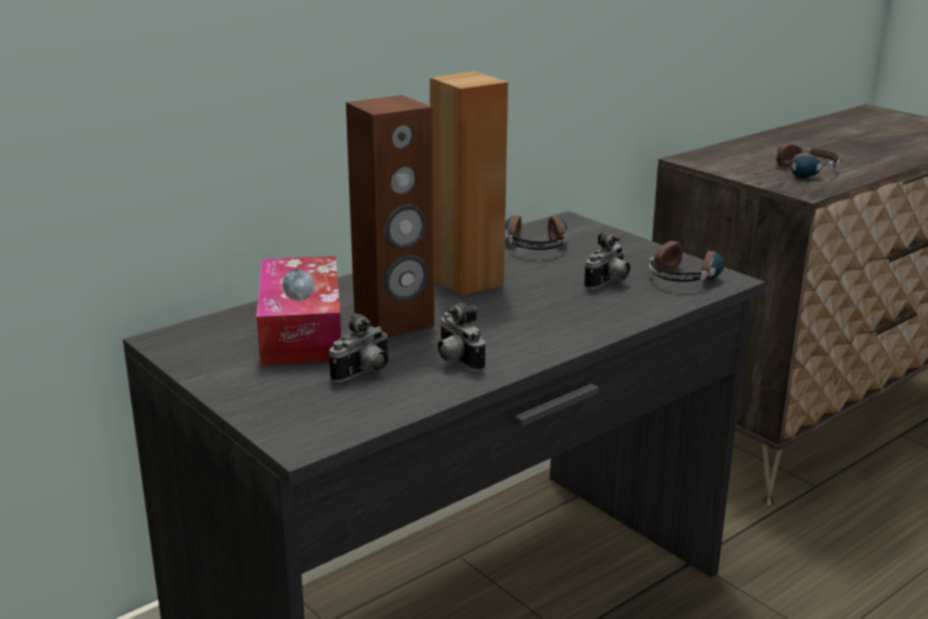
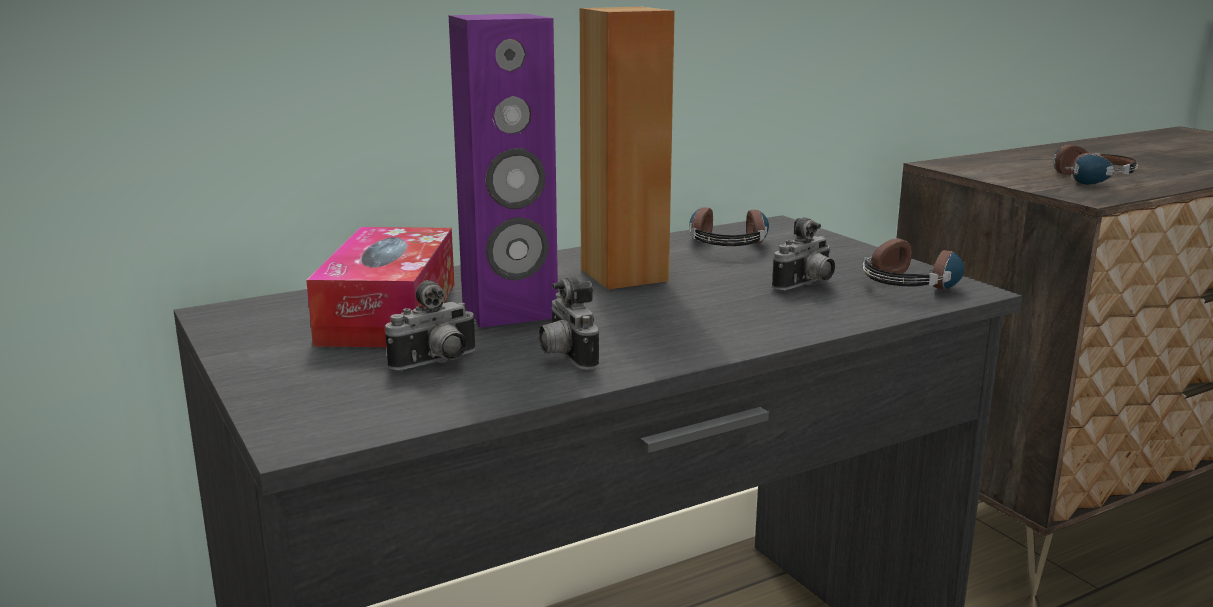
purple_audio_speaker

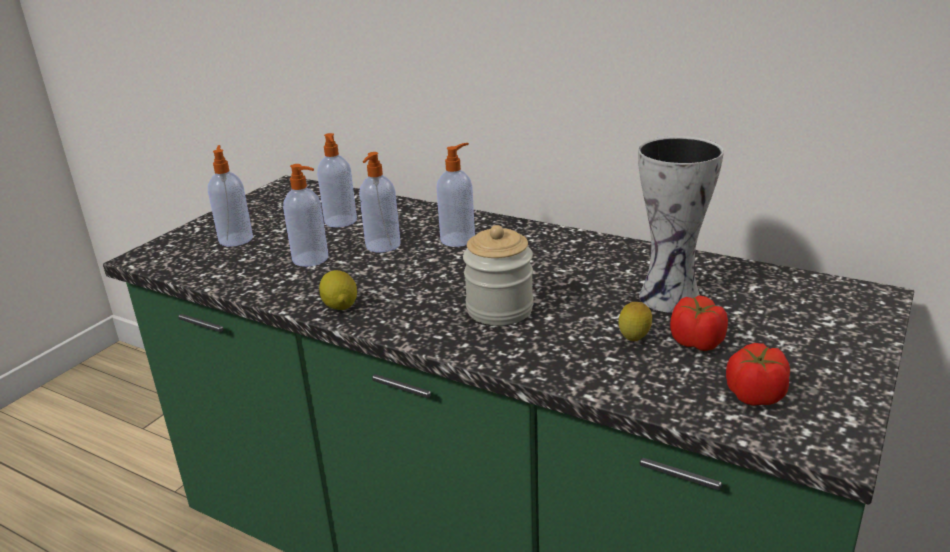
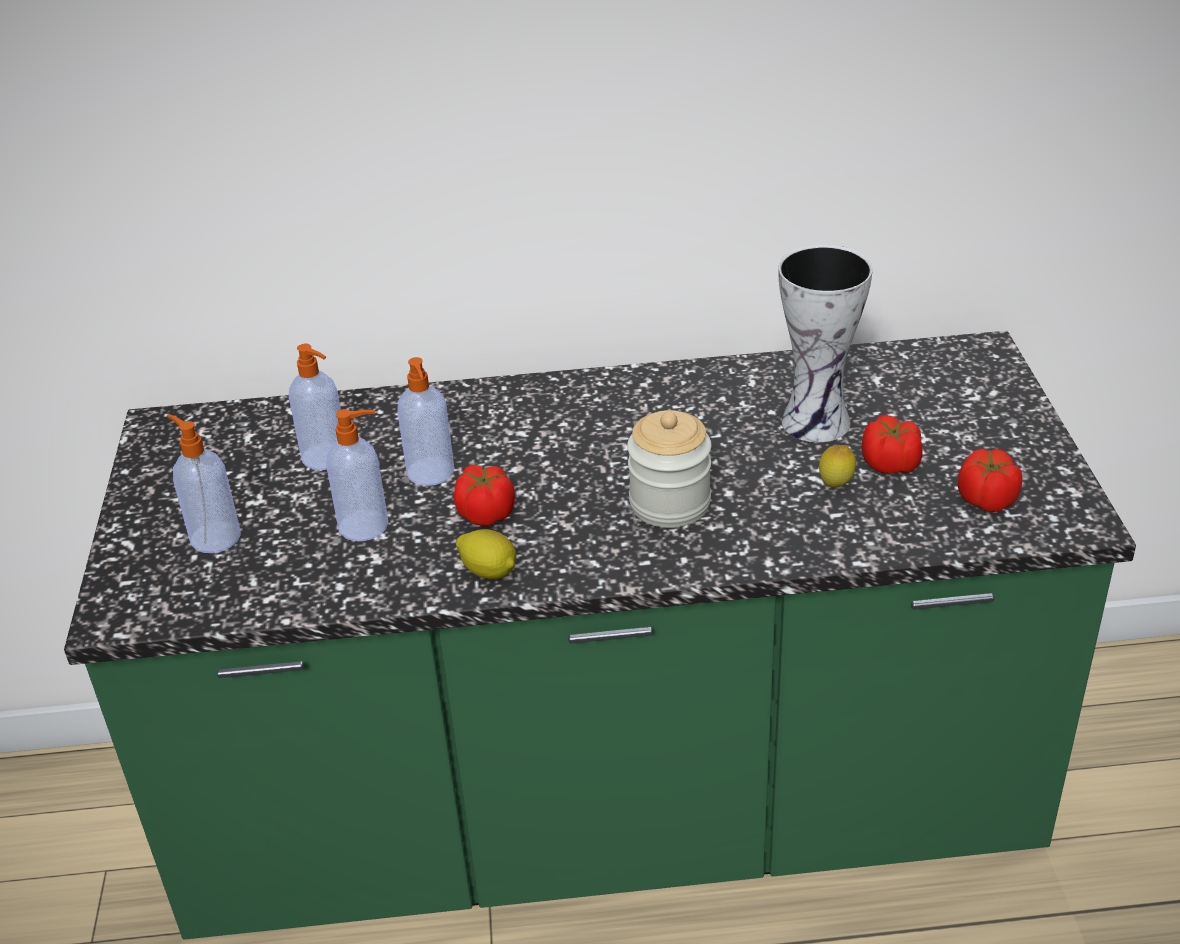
liquid_soap_bottle (5th from left in the first image)
tomato (1st from left)

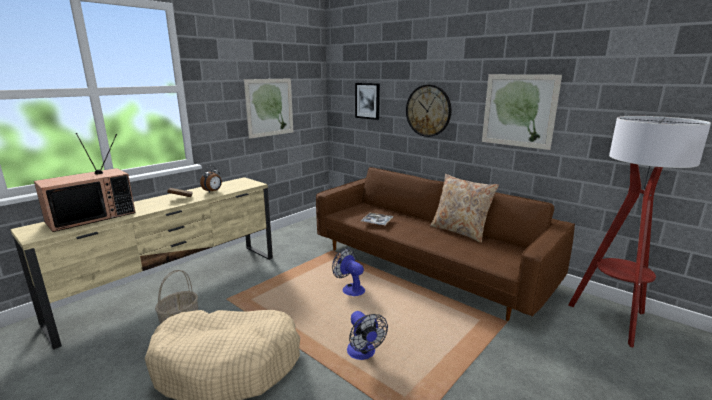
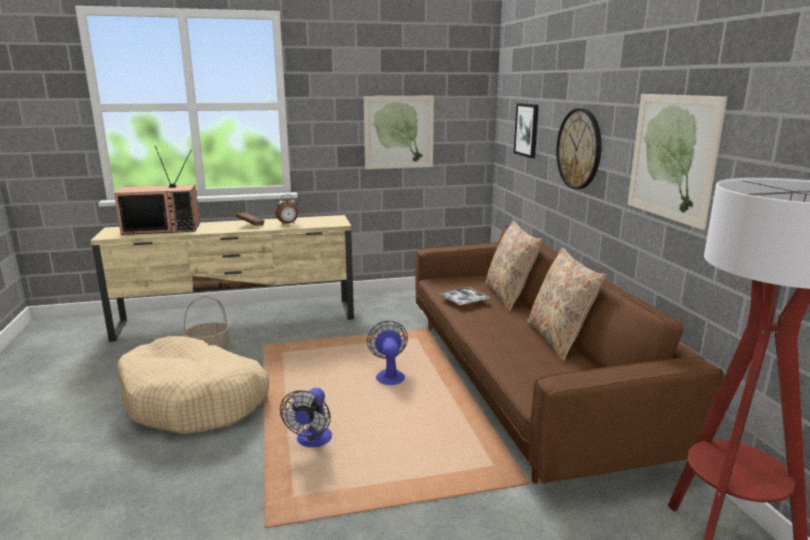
sand-coloured_pillow (1st from left)

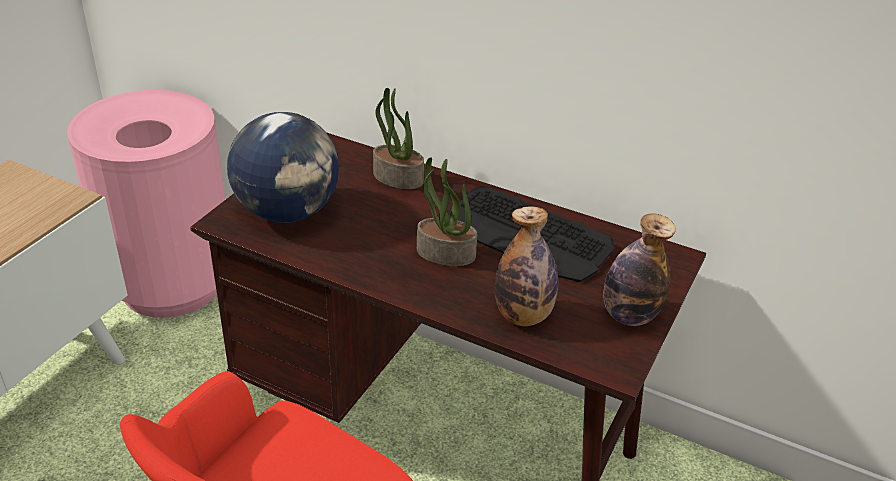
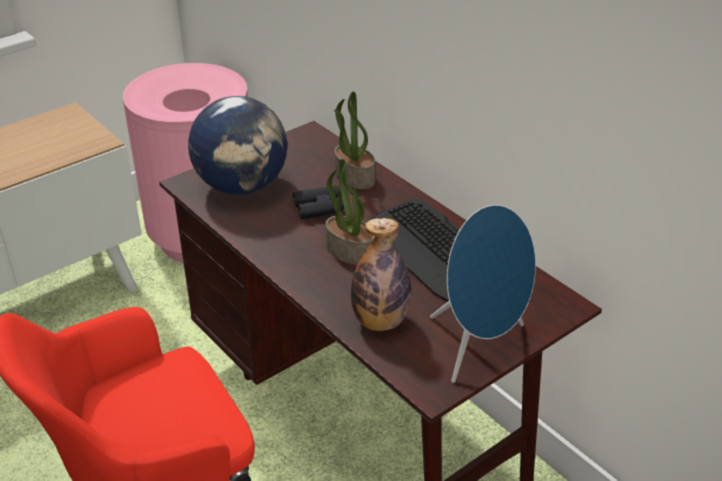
blue_audio_speaker
blackish_pair_of_binoculars

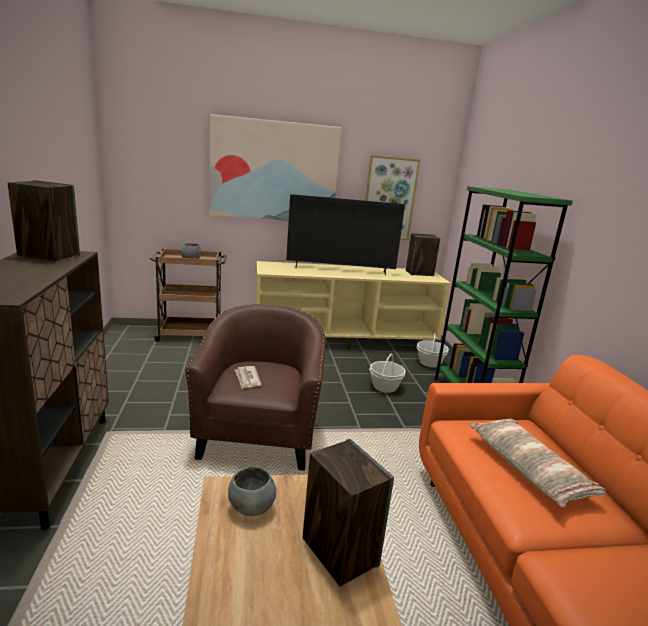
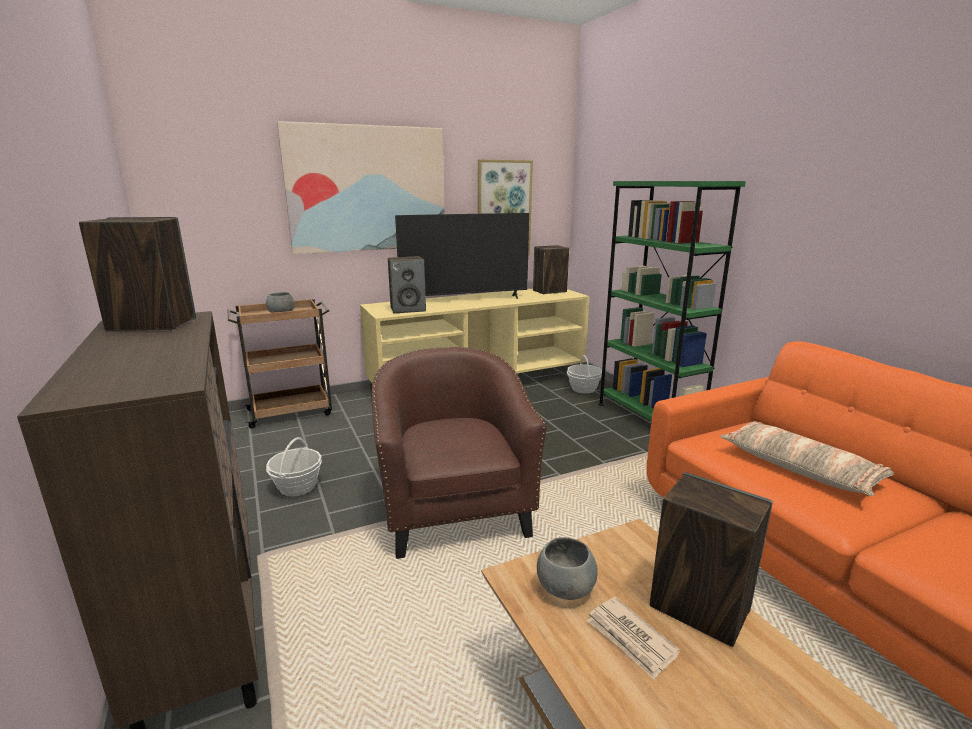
newspaper
basket (1st from left)
audio_speaker (2nd from left)

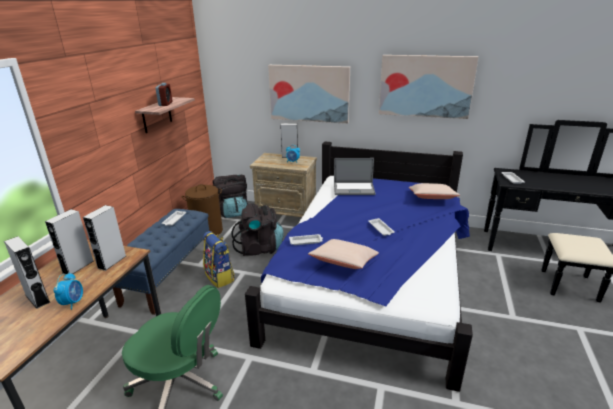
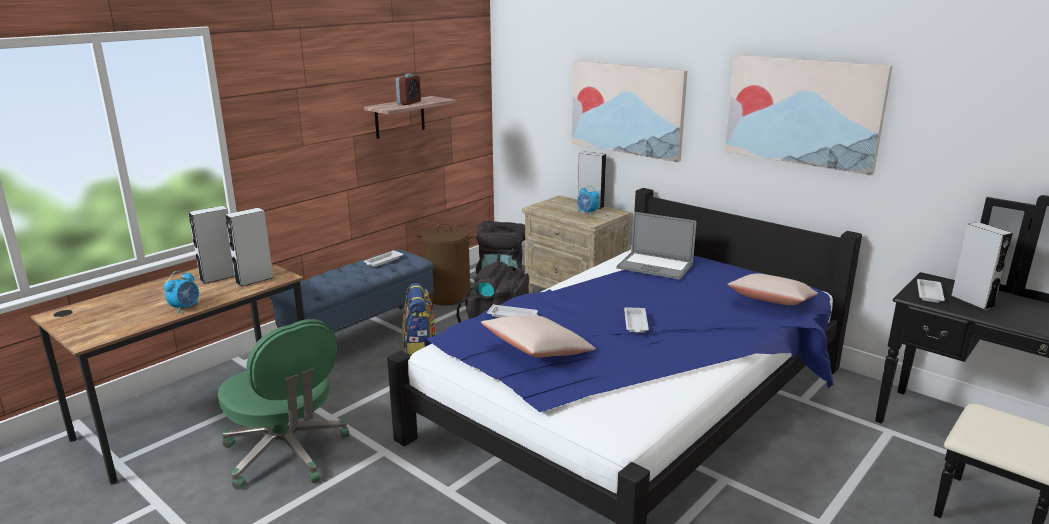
gray_audio_speaker (4th from left)

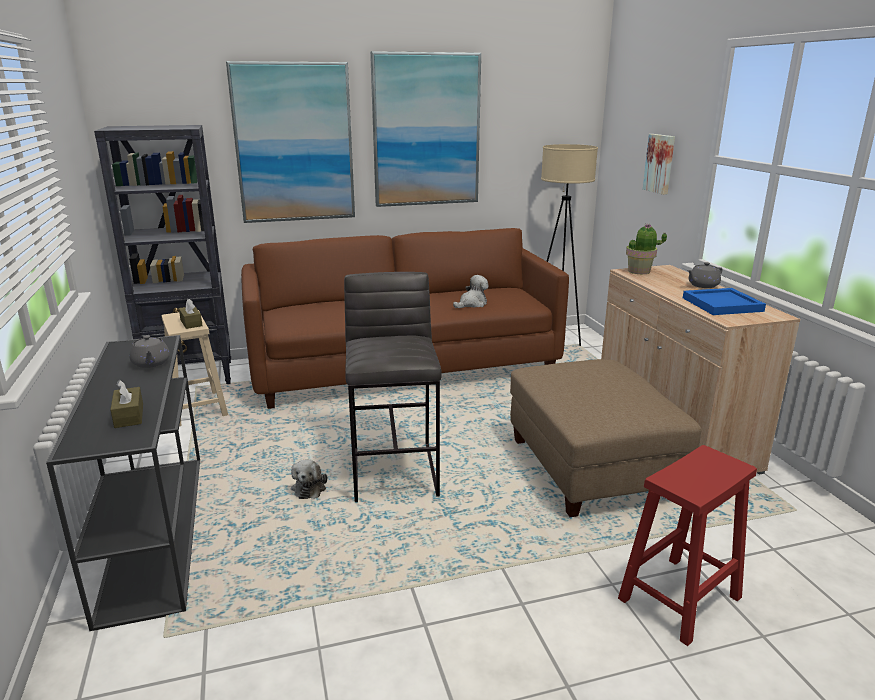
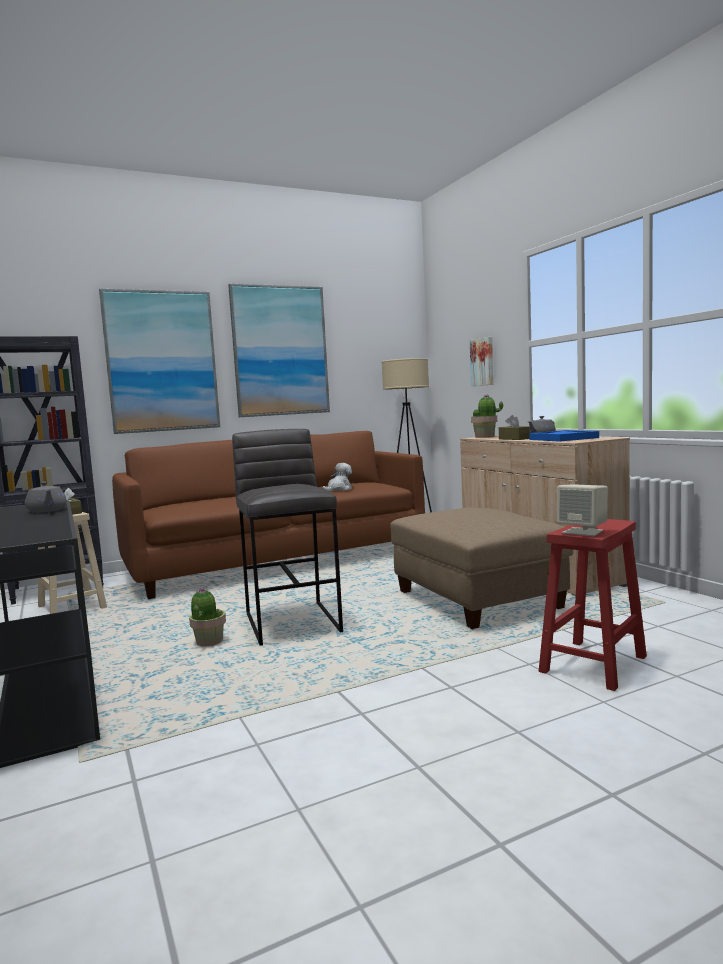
brown_tissue_box (2nd from left)
potted_plant (1st from left)
sand-coloured_audio_speaker

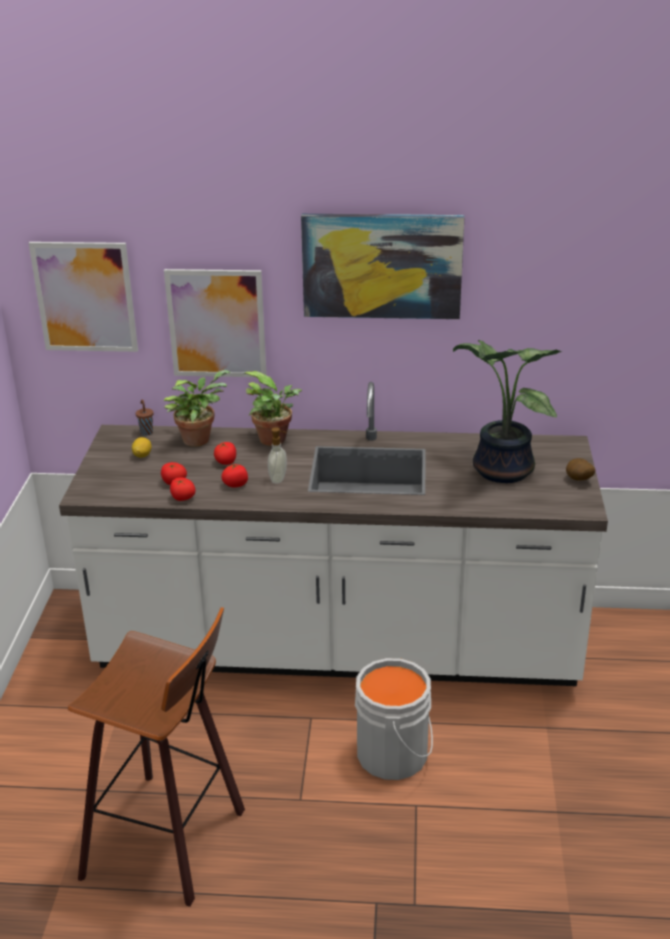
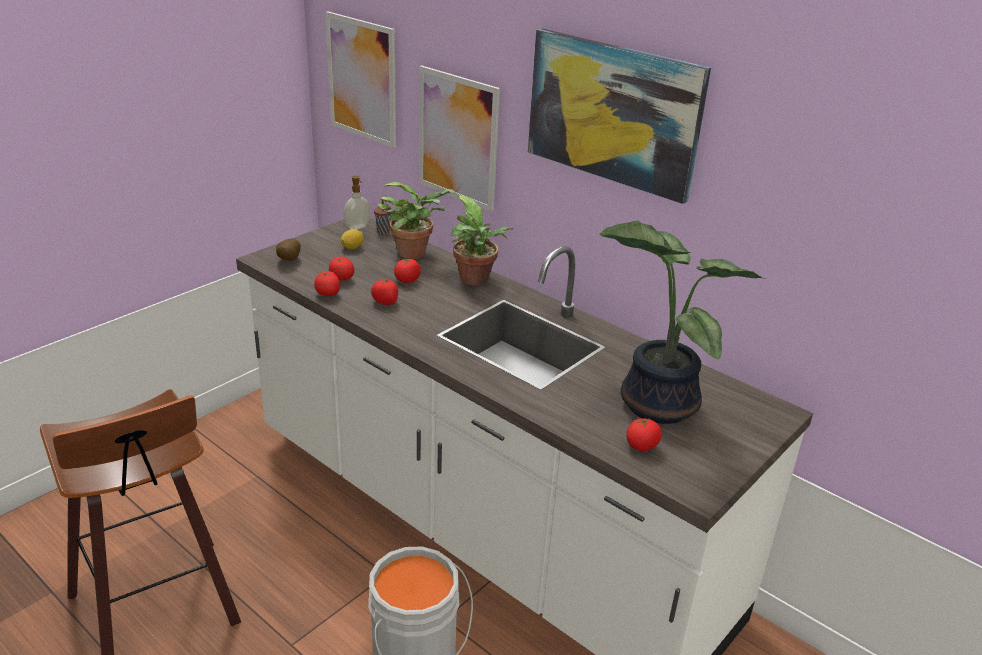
liquid_soap_bottle
potato
tomato (5th from left)

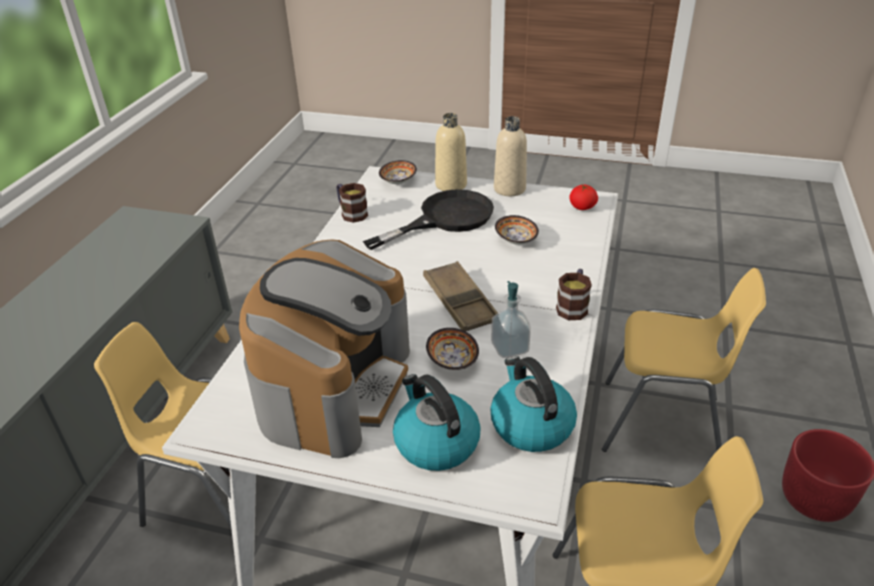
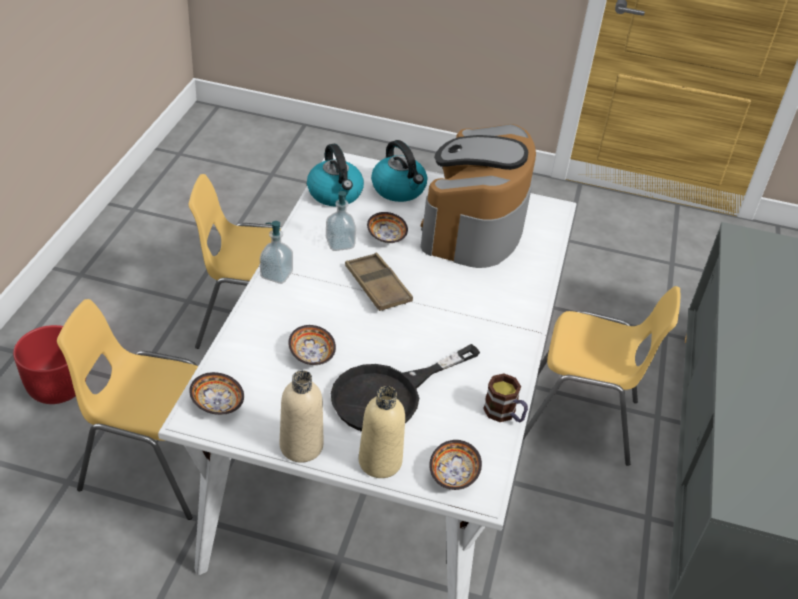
liquid_soap_bottle (1st from left)
serving_bowl (1st from left)

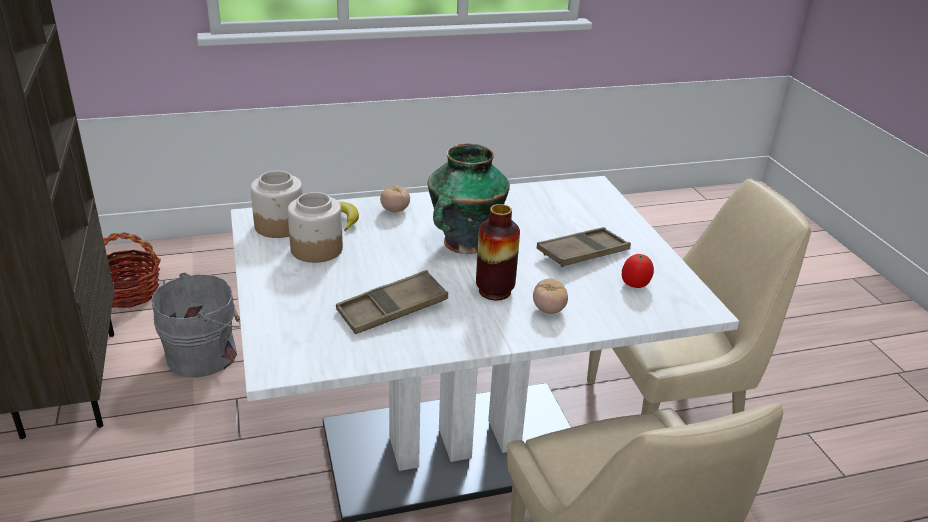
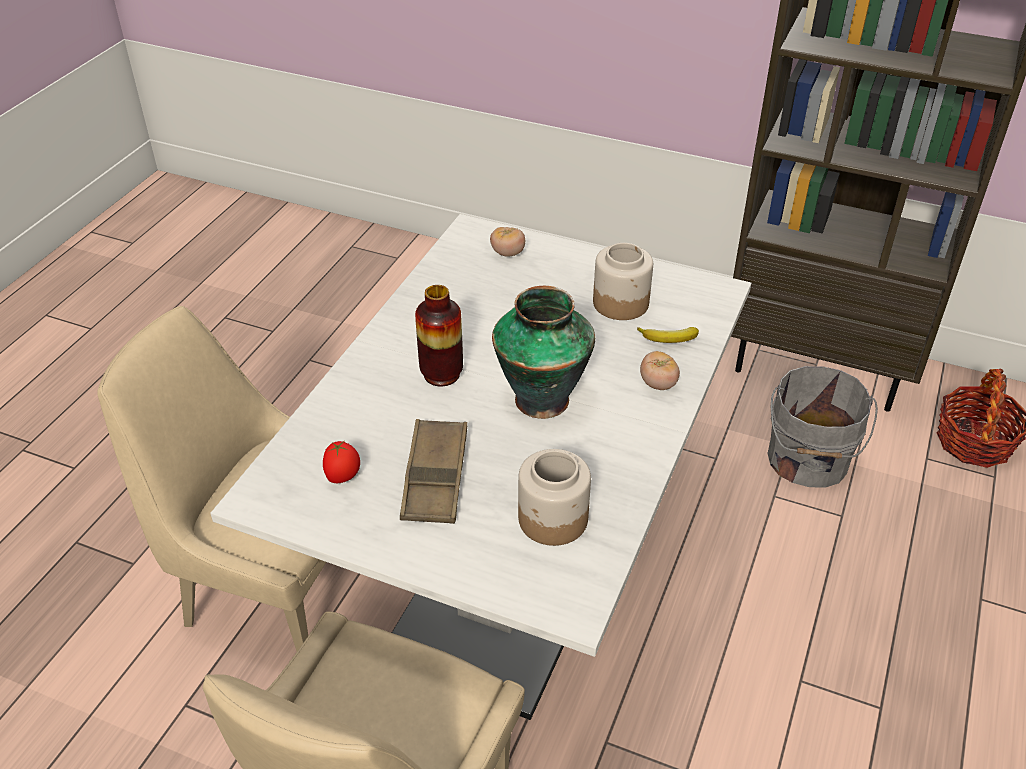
preserve_jar (1st from left)
brown_tray (1st from left in the first image)
tomato (2nd from left)

